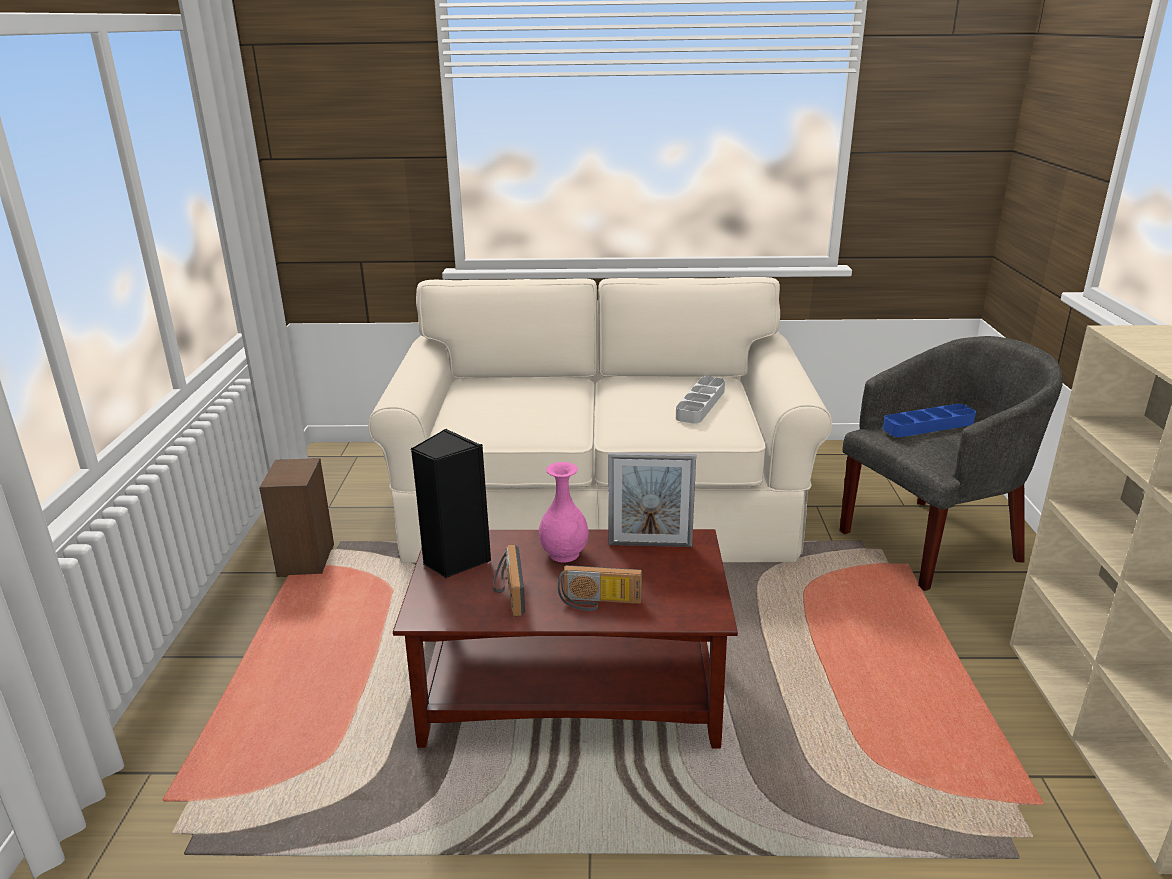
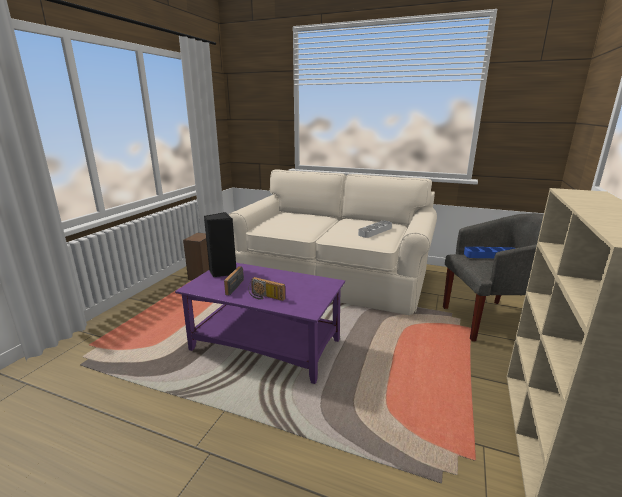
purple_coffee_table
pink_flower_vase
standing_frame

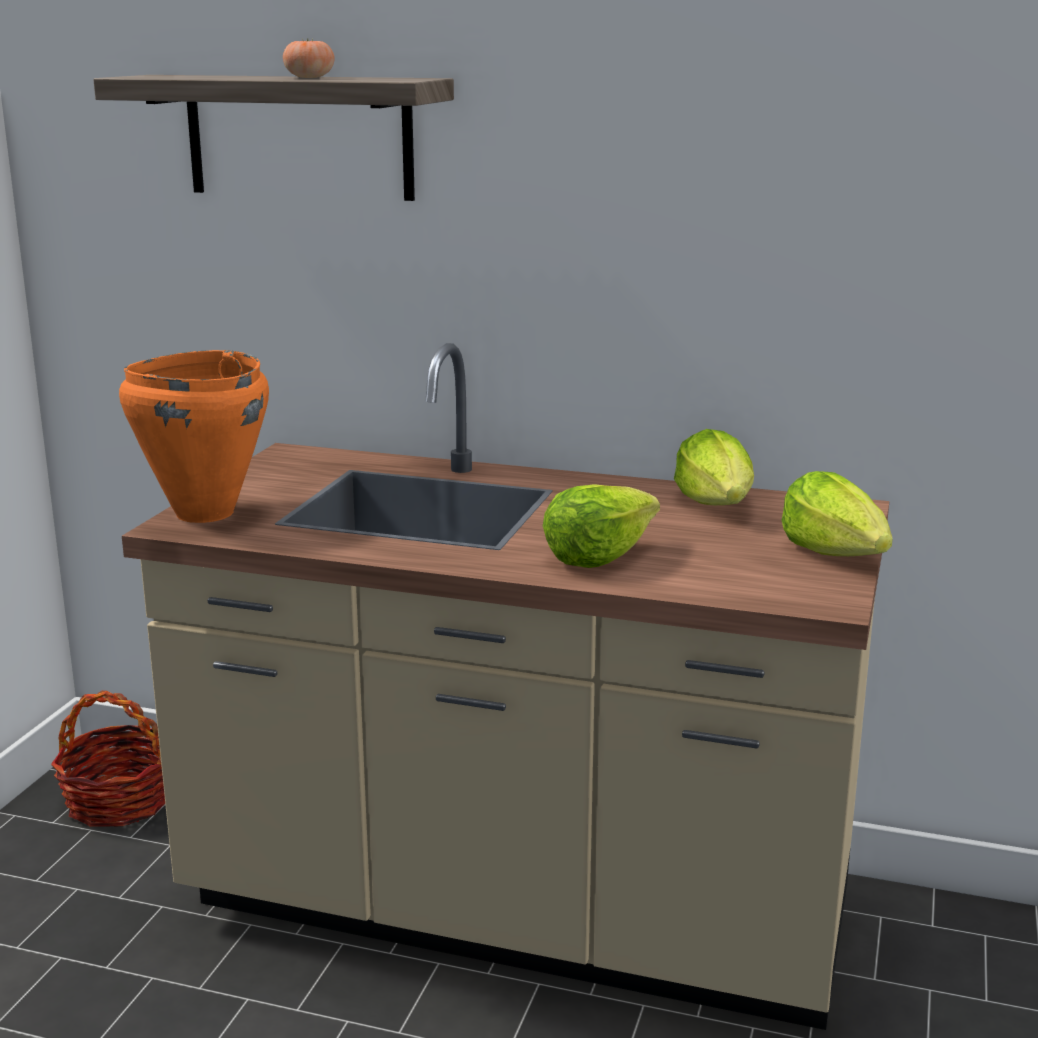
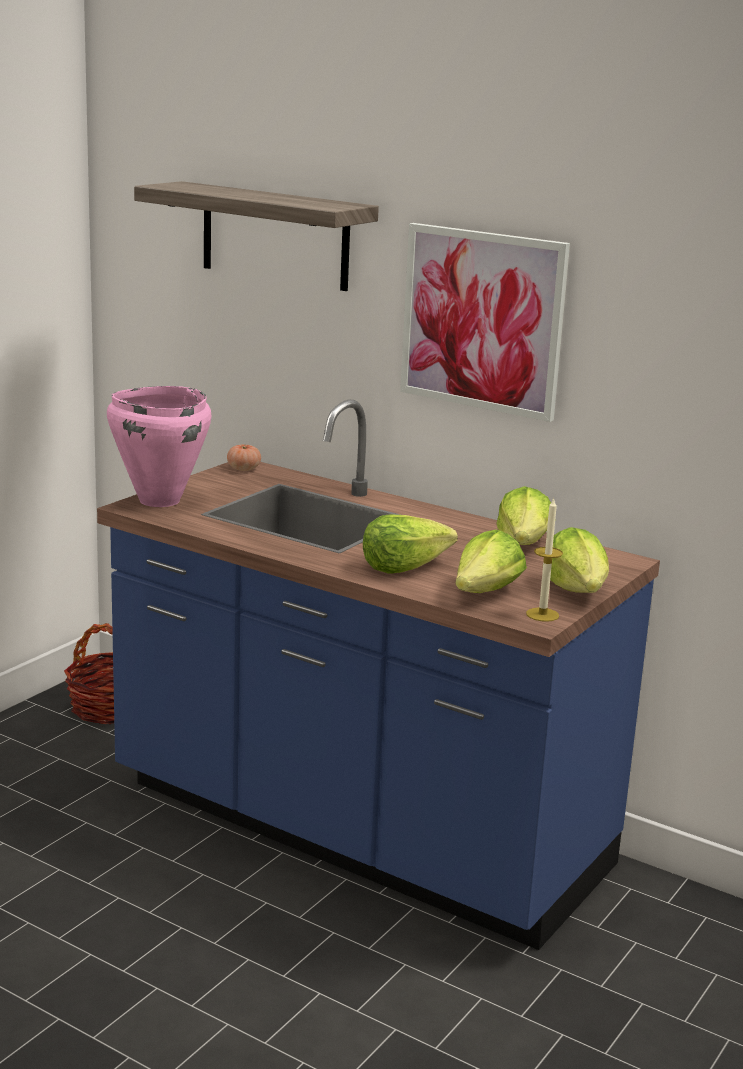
pink_saucepot
blue_counter
tomato
wall_picture
lettuce (2nd from left)
wax_light

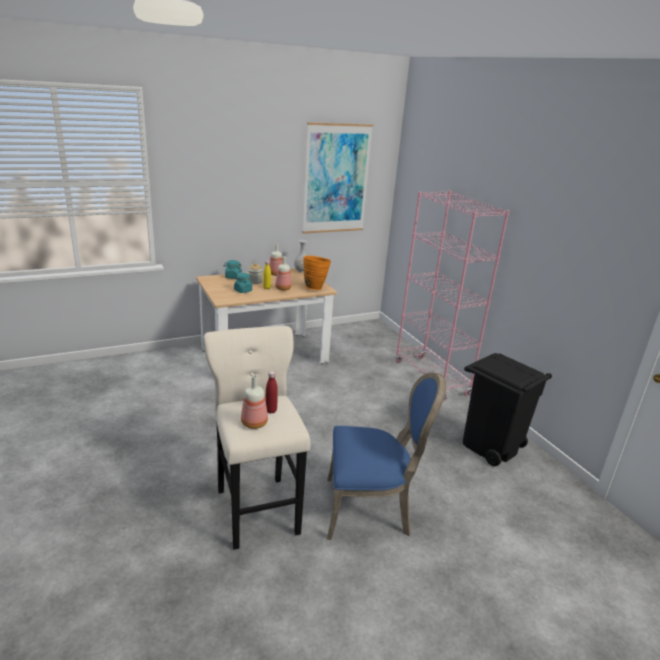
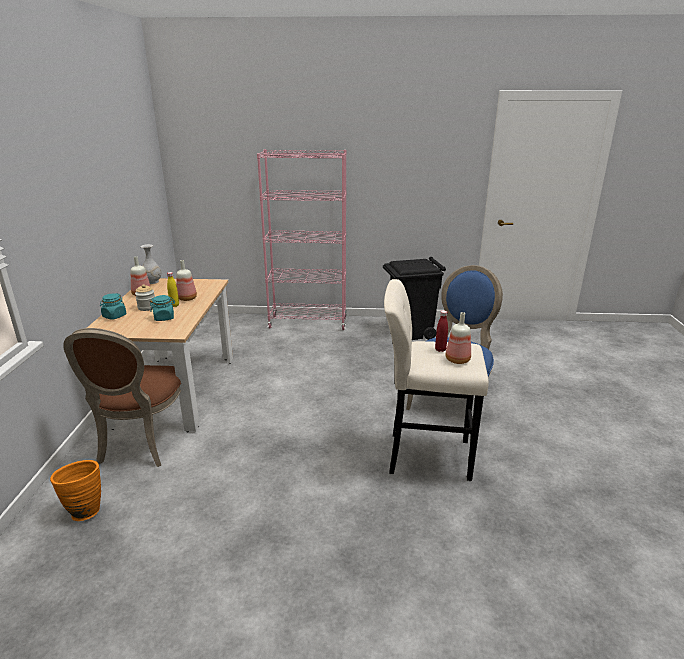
wall_picture
orange_flower_vase
brown_upright_chair

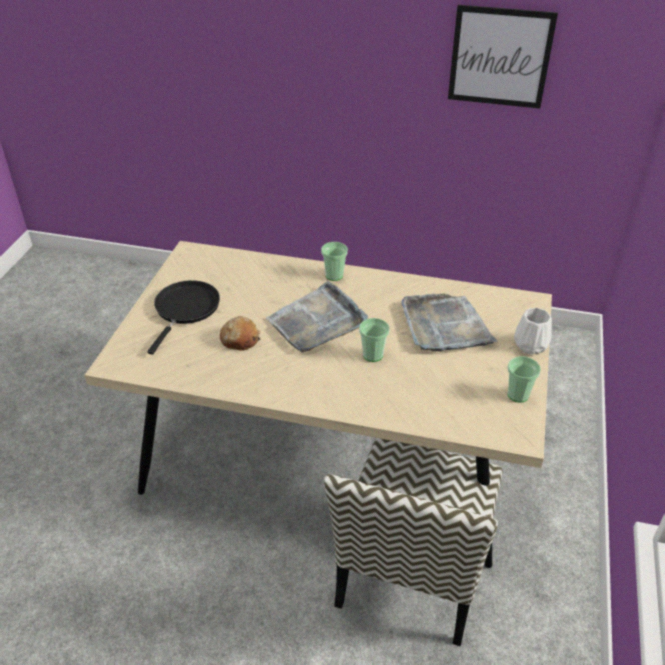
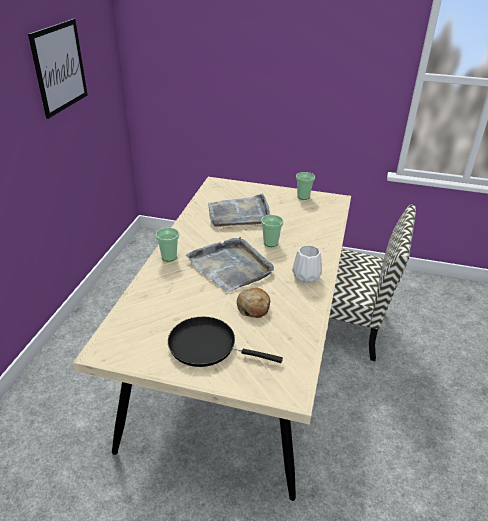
white-coloured_flower_vase

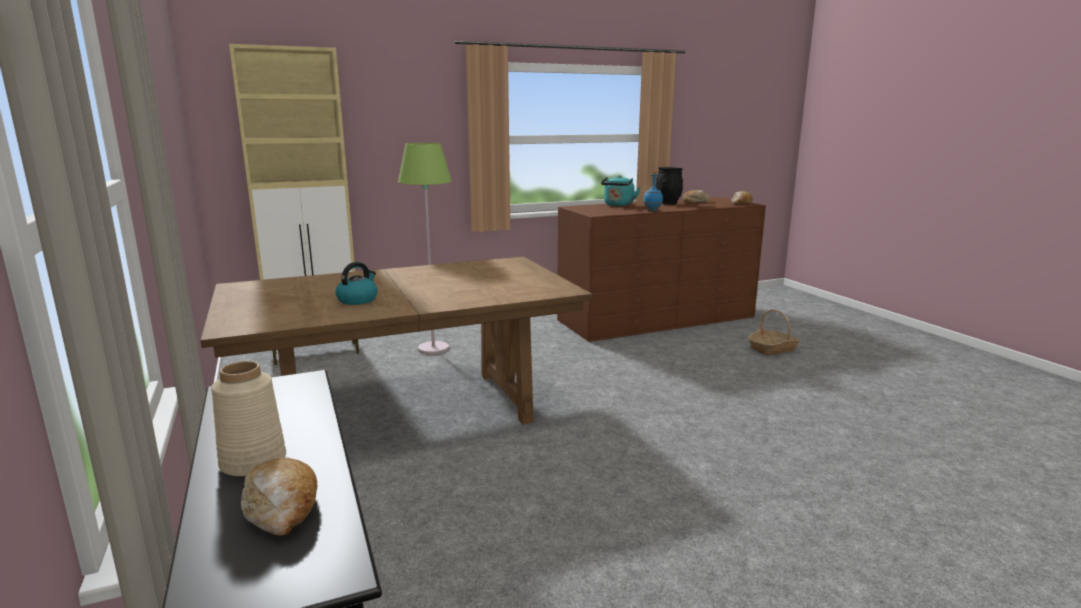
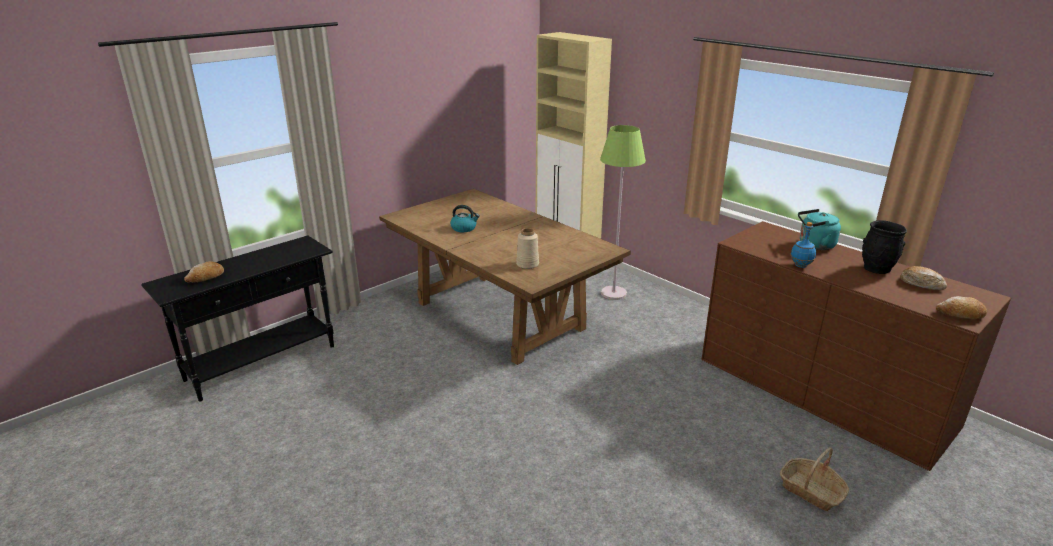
sand-coloured_flower_vase

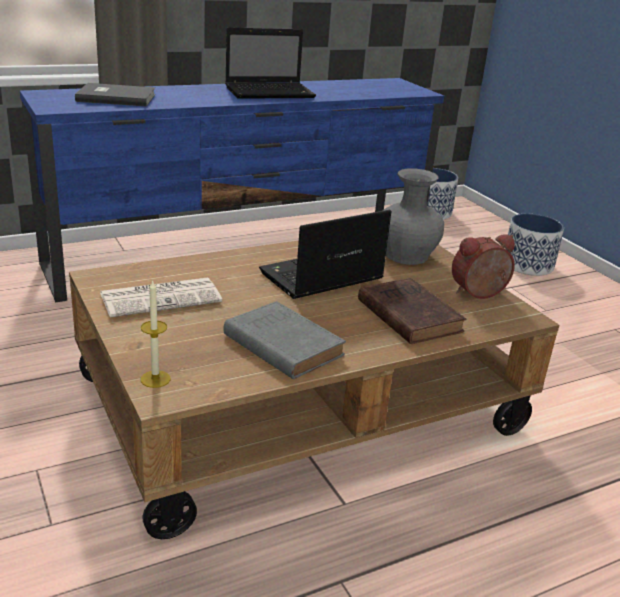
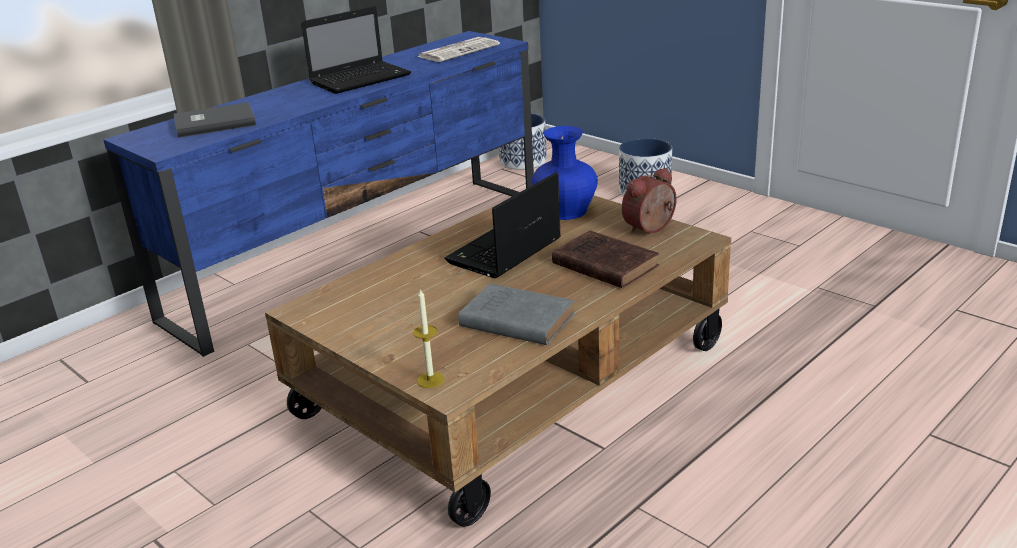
newspaper
blue_flower_vase

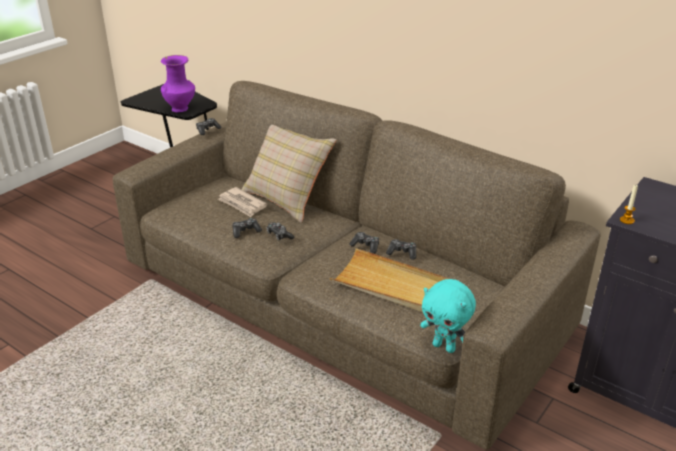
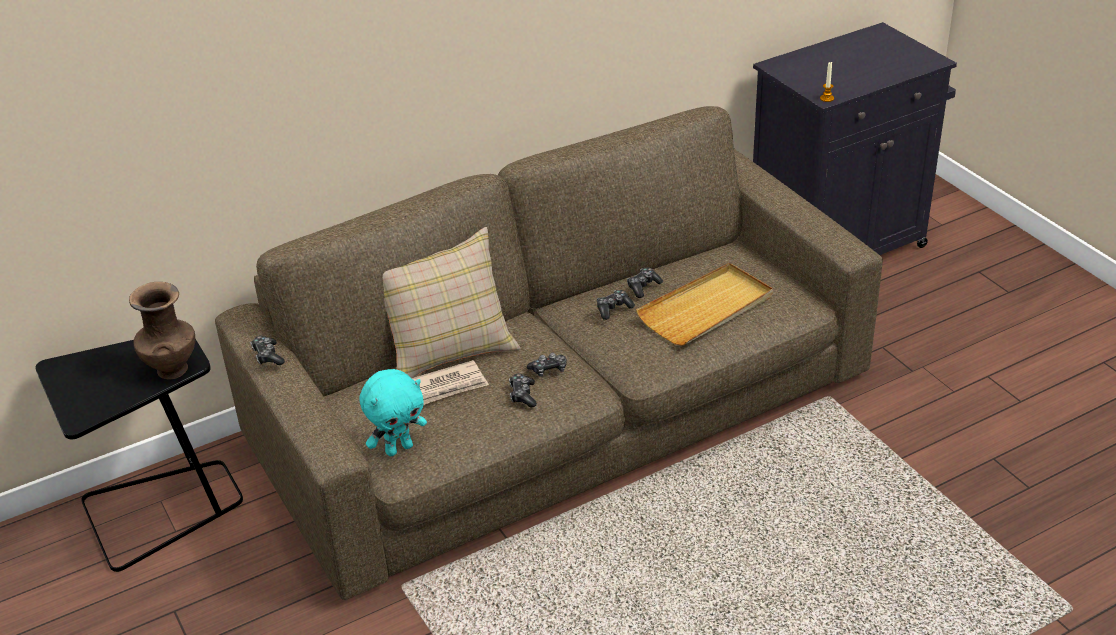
brown_flower_vase
turquoise_cuddly_toy

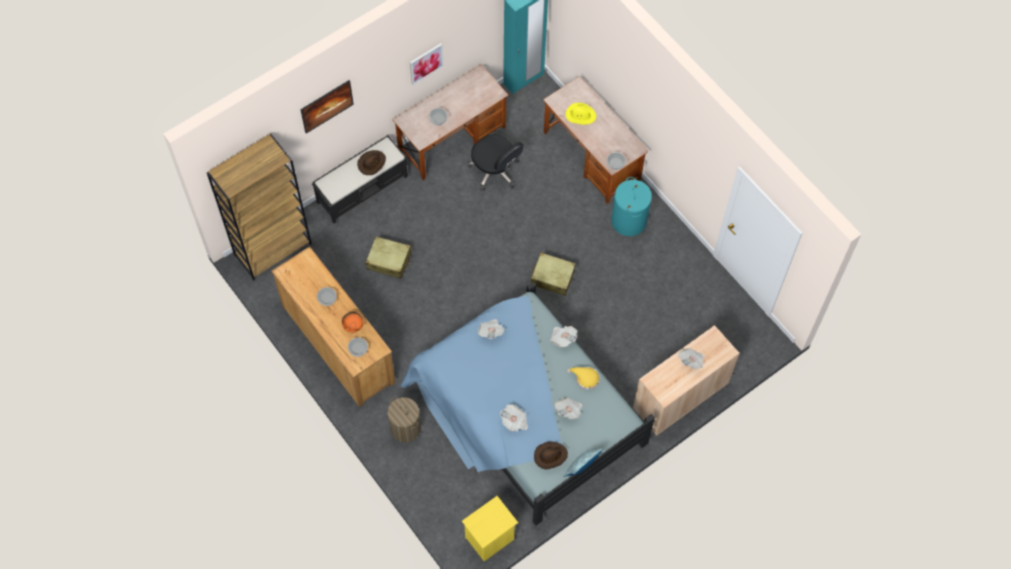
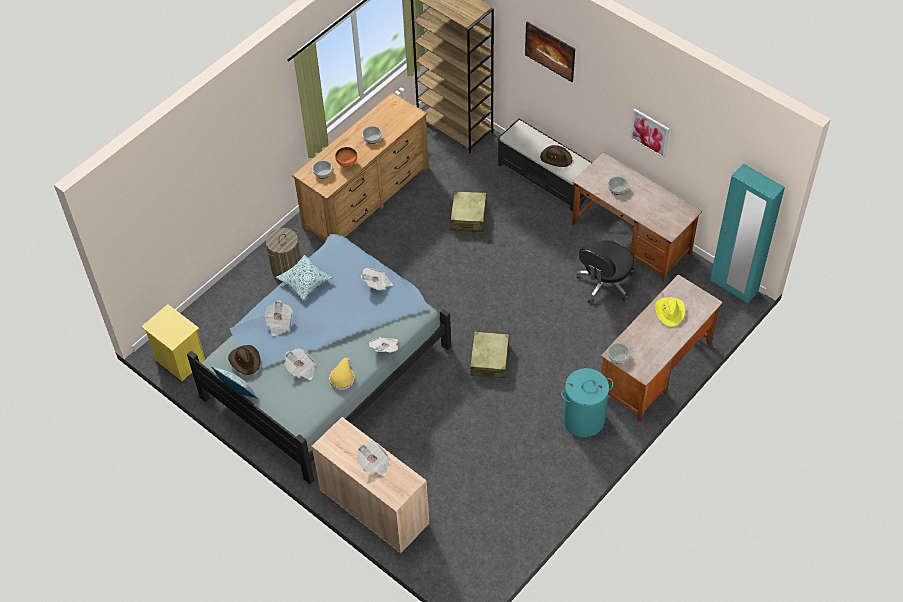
pillow (2nd from left)

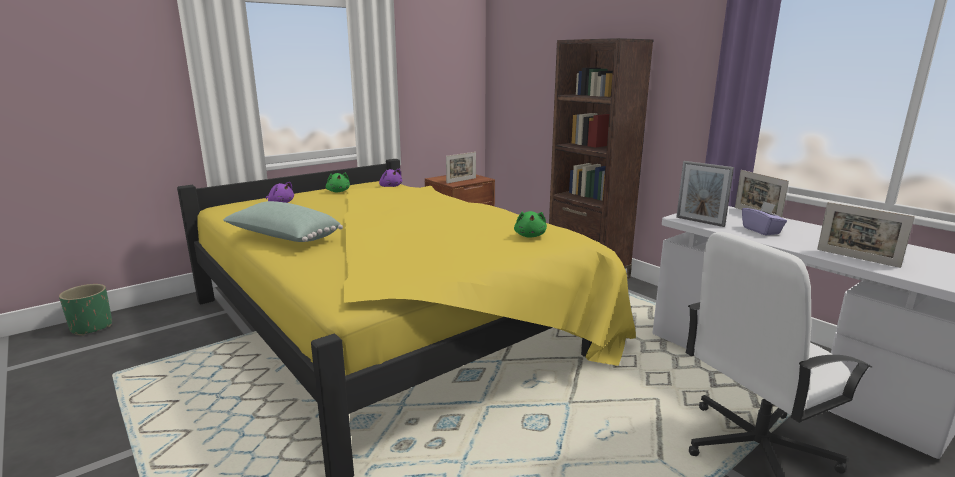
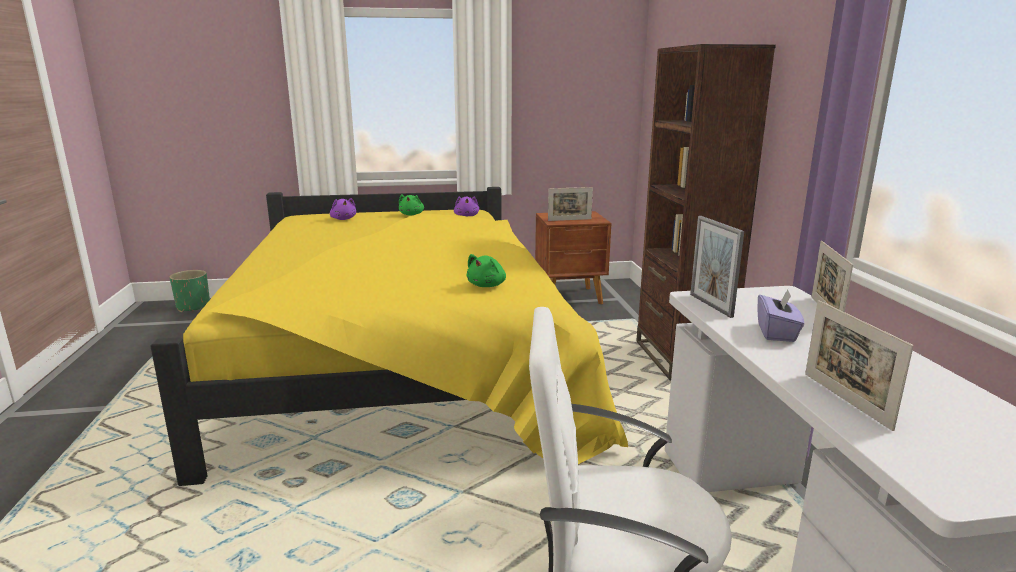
green-coloured_pillow

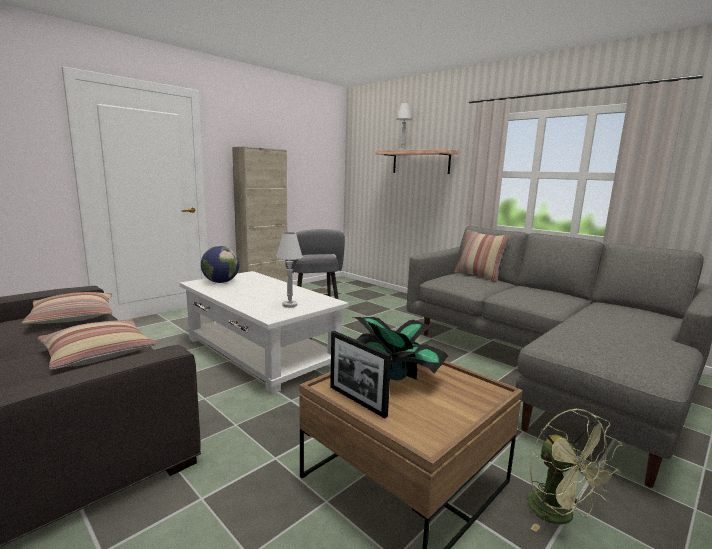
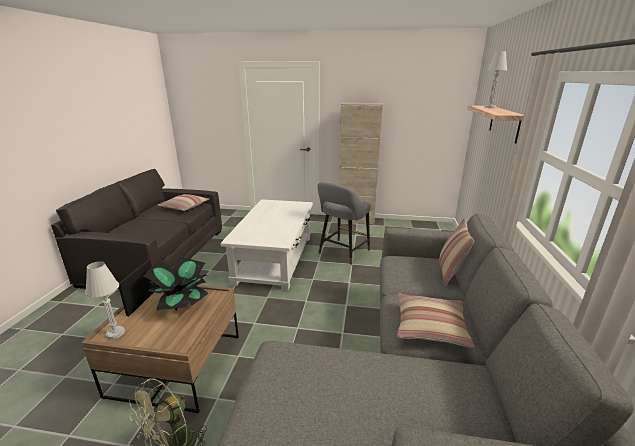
pillow (2nd from left)
world_globe
white-coloured_table_lamp (1st from left)

